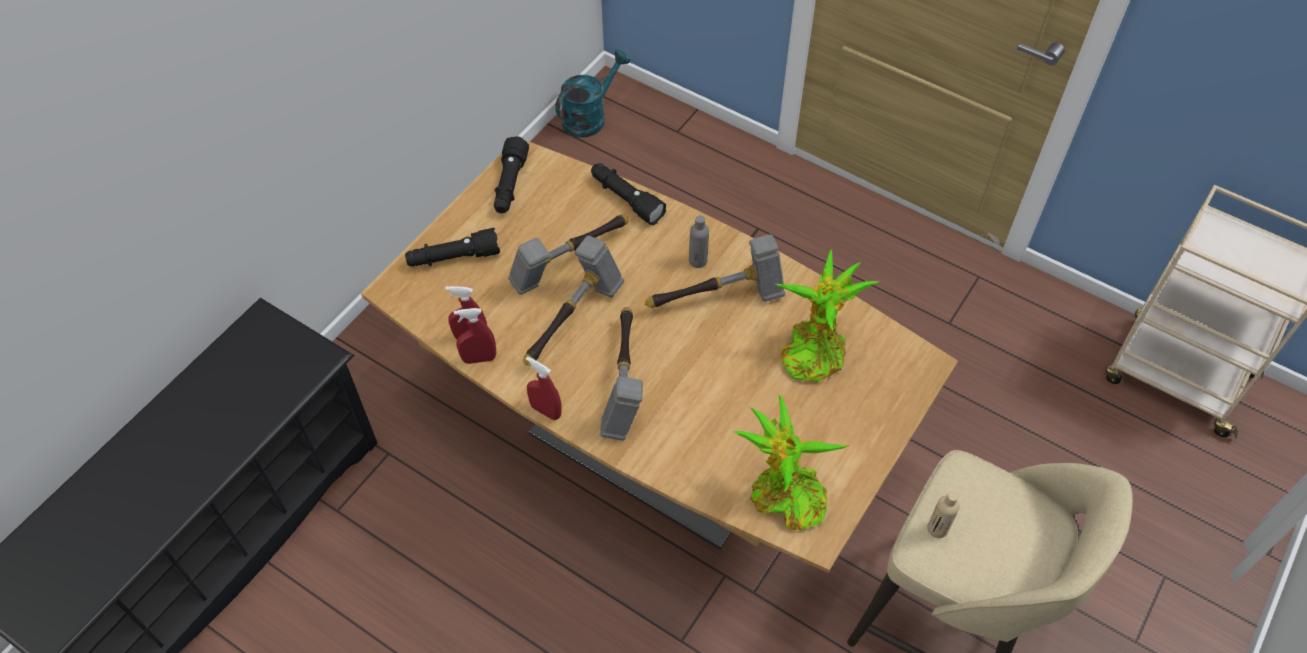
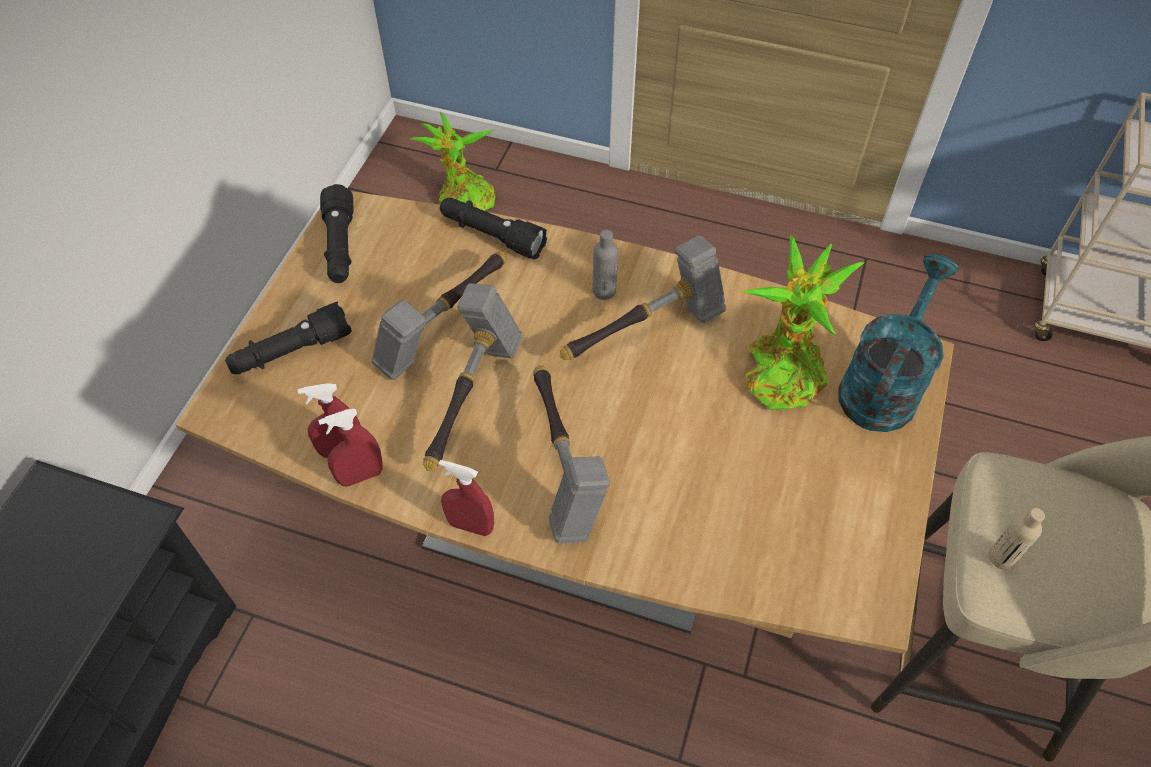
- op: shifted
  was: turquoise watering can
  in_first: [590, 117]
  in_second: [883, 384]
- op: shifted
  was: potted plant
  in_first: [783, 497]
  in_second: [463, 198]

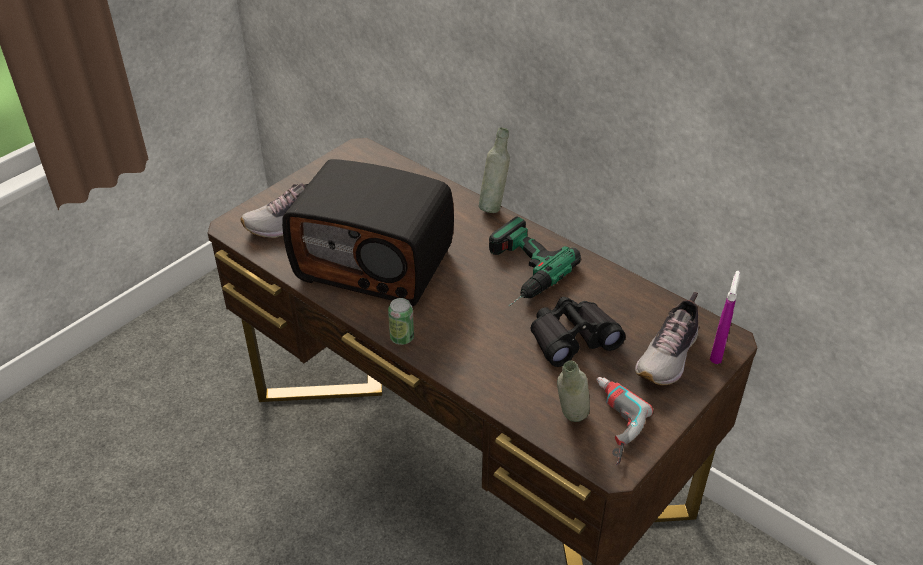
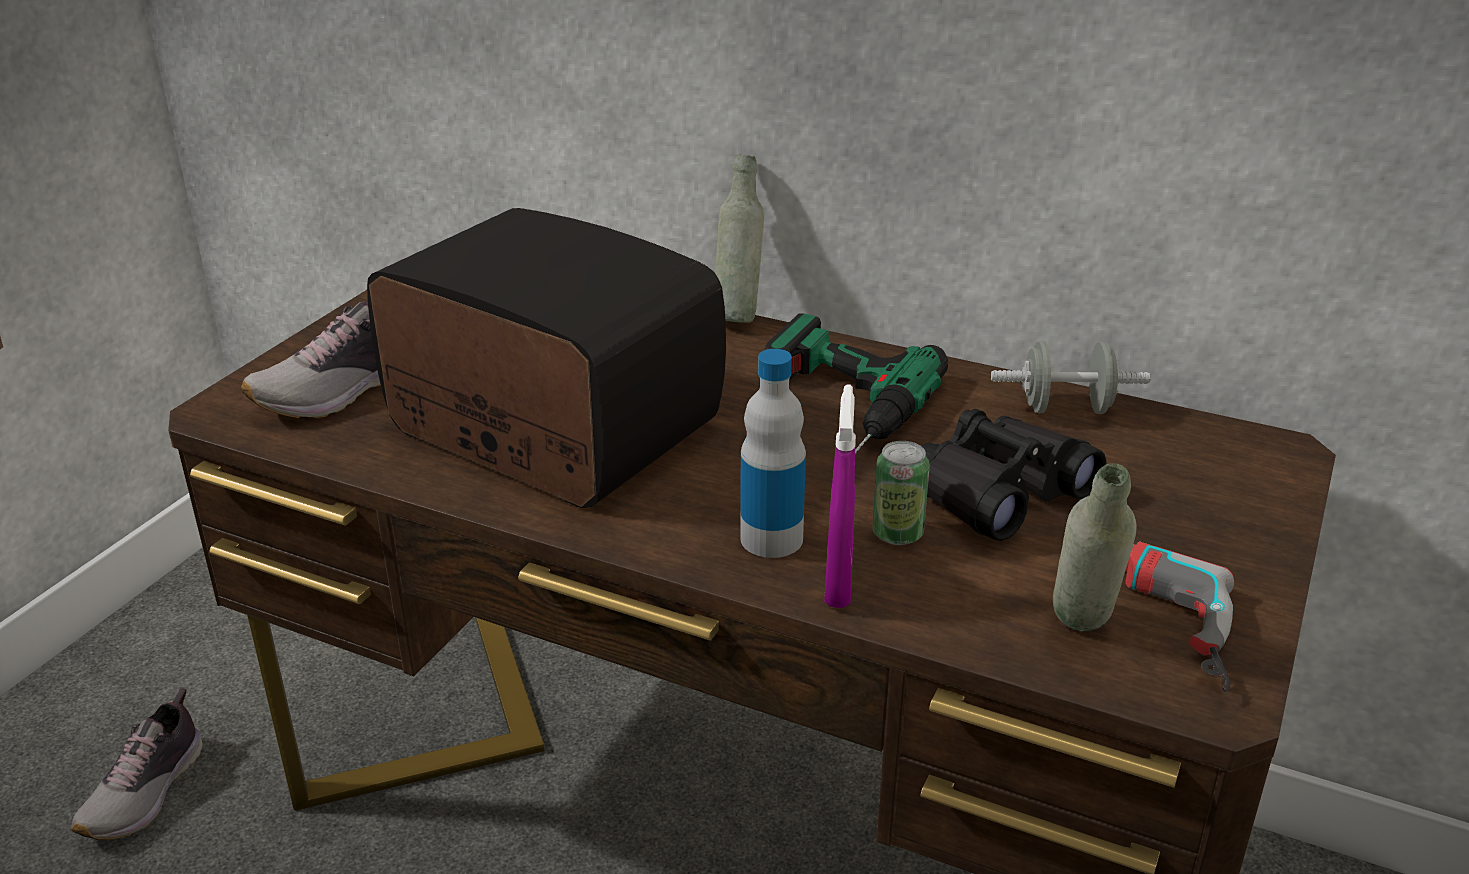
- op: rotated
  was: radio
  in_first: [375, 263]
  in_second: [548, 429]
  clockwise: -150
- op: shifted
  was: can
  in_first: [402, 338]
  in_second: [897, 533]
- op: shifted
  was: shoe
  in_first: [669, 356]
  in_second: [147, 792]
- op: shifted
  was: purple spray bottle
  in_first: [717, 352]
  in_second: [838, 586]
- op: new
  now: bottle
  in_second: [771, 539]
- op: new
  now: grey dumbbell
  in_second: [1065, 408]

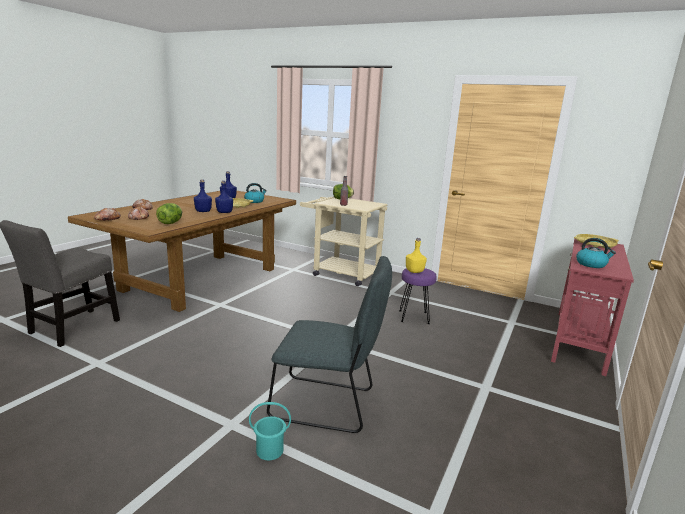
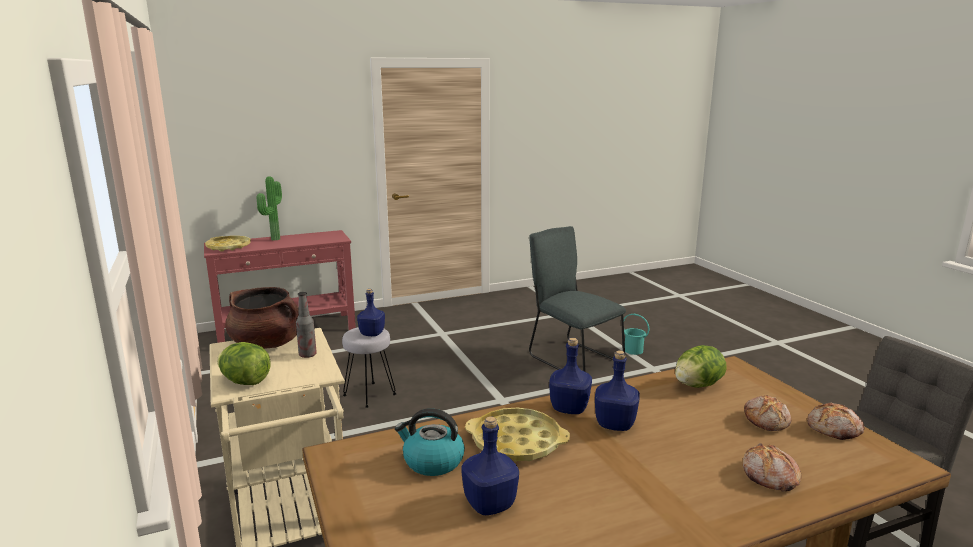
- op: repainted
  was: purple stool
  now: grey stool
  in_first: [414, 317]
  in_second: [369, 394]
- op: repainted
  was: yellow bottle
  now: blue bottle
  in_first: [415, 271]
  in_second: [372, 333]
- op: gone
  was: kettle
  in_first: [591, 264]
- op: new
  now: brown cooking pot
  in_second: [267, 344]
- op: new
  now: potted plant
  in_second: [274, 239]

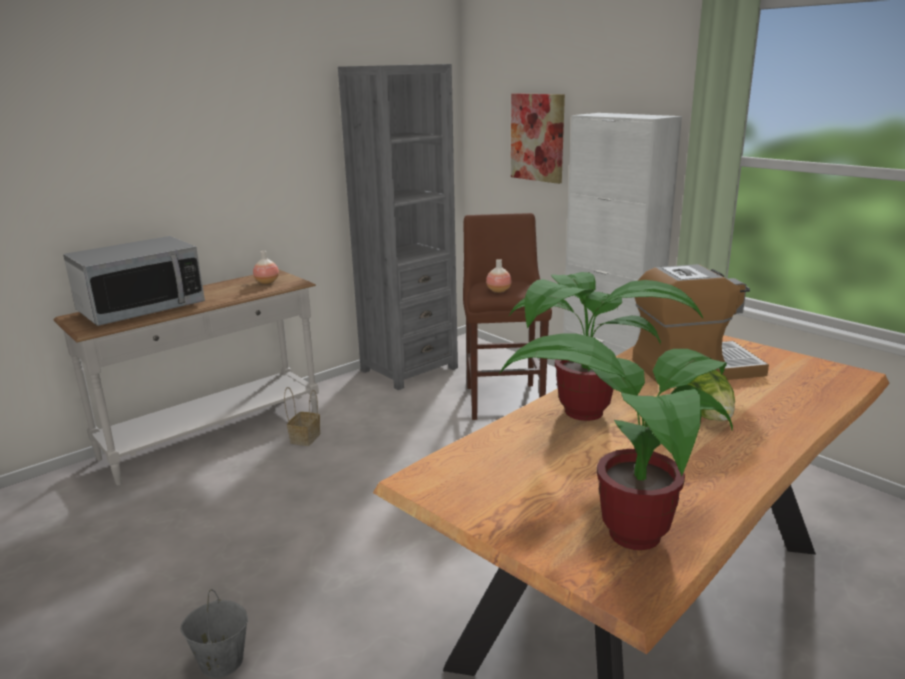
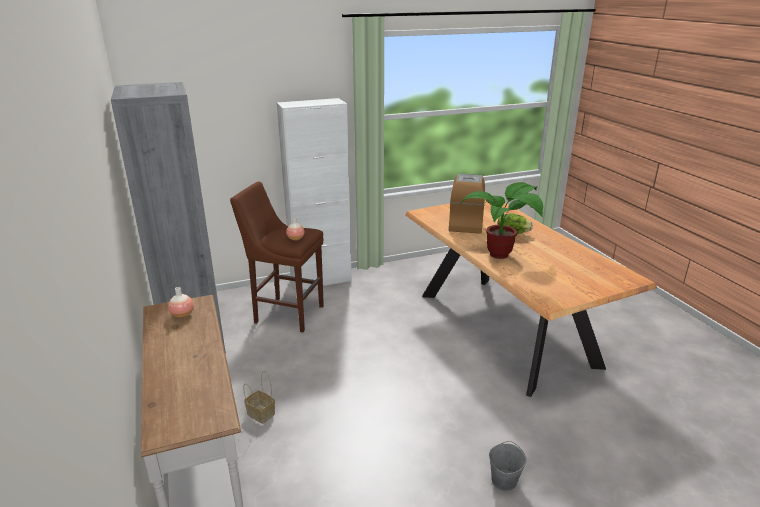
- op: gone
  was: microwave
  in_first: [142, 309]
- op: gone
  was: potted plant
  in_first: [623, 534]
- op: gone
  was: picture
  in_first: [537, 137]

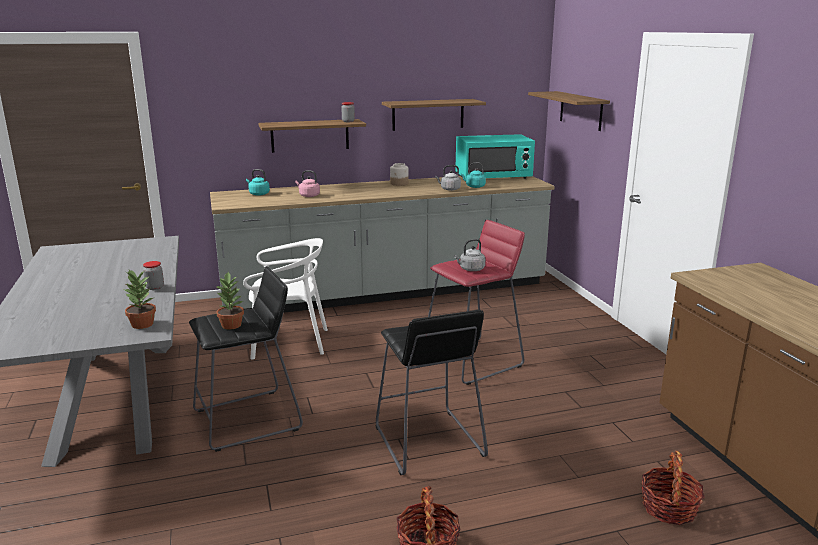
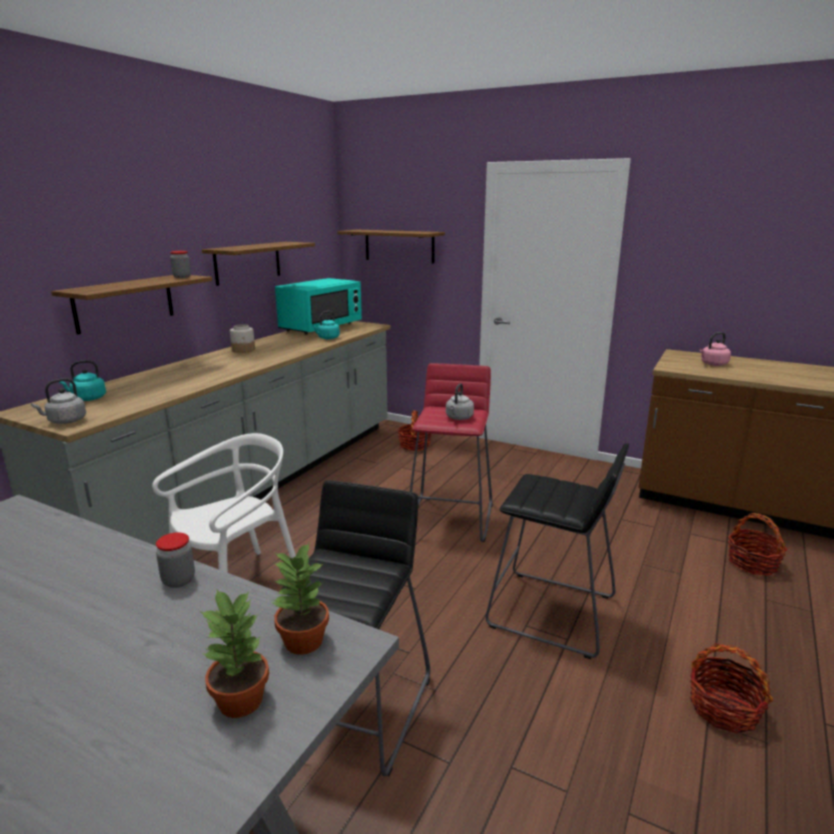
- op: shifted
  was: potted plant
  in_first: [232, 325]
  in_second: [241, 699]
- op: shifted
  was: pink kettle
  in_first: [308, 195]
  in_second: [713, 364]
- op: shifted
  was: grey kettle
  in_first: [449, 189]
  in_second: [65, 421]
- op: new
  now: basket
  in_second: [414, 445]

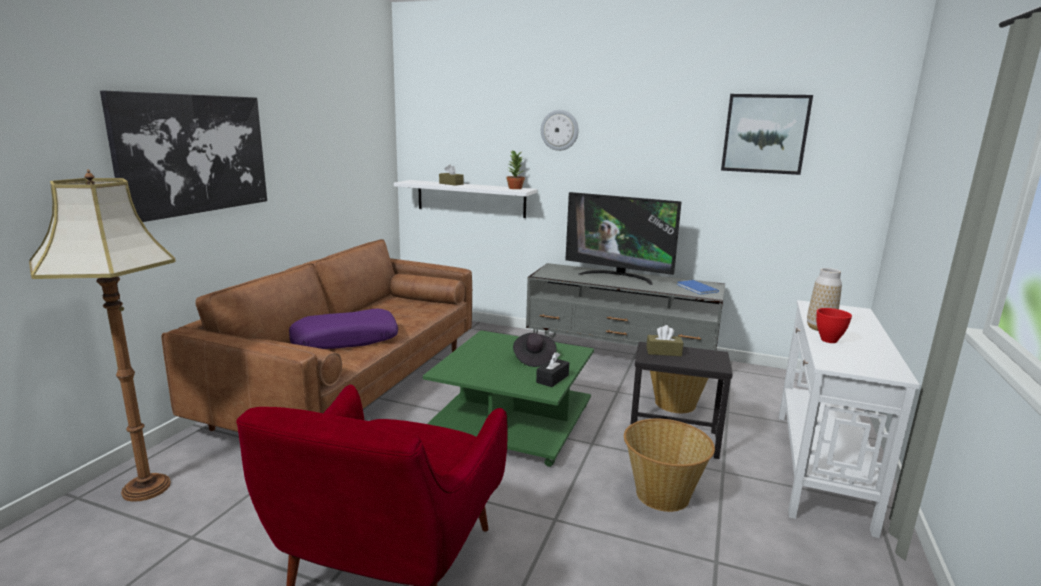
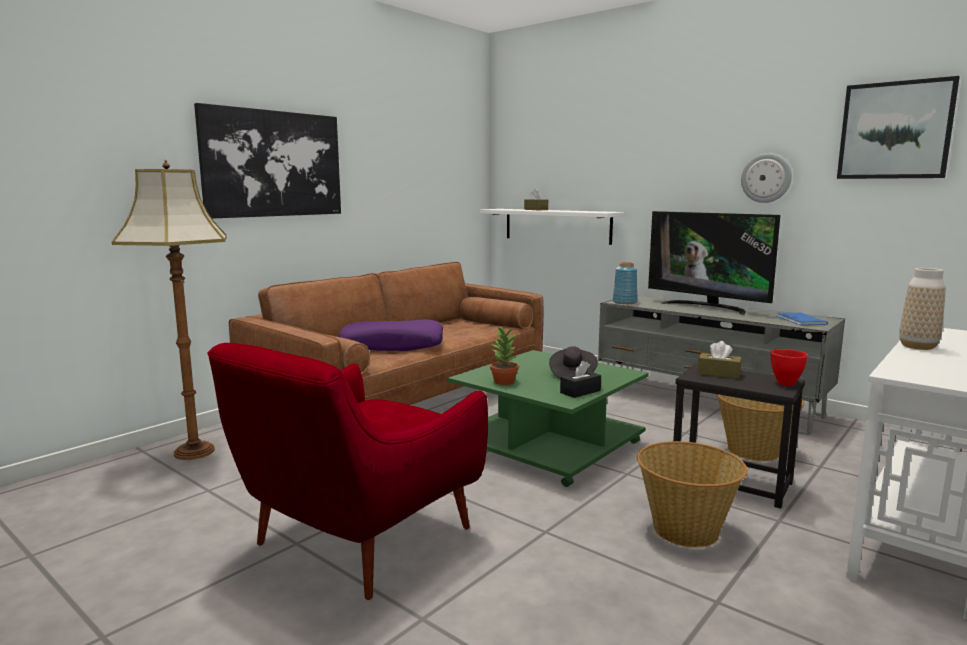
- op: shifted
  was: potted plant
  in_first: [514, 188]
  in_second: [503, 381]
- op: shifted
  was: wall clock
  in_first: [559, 130]
  in_second: [766, 178]
- op: shifted
  was: red bowl
  in_first: [828, 340]
  in_second: [785, 383]
- op: new
  now: blue vase
  in_second: [624, 302]

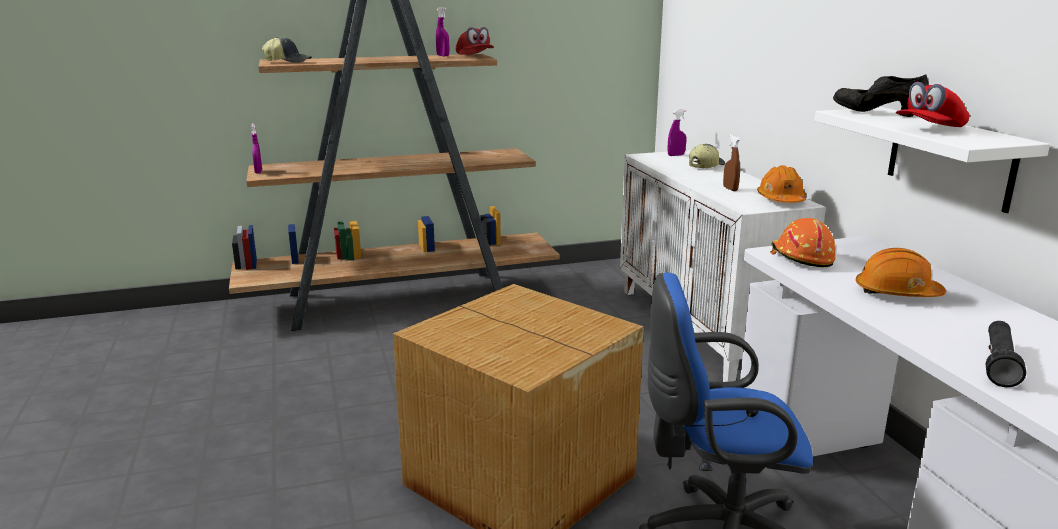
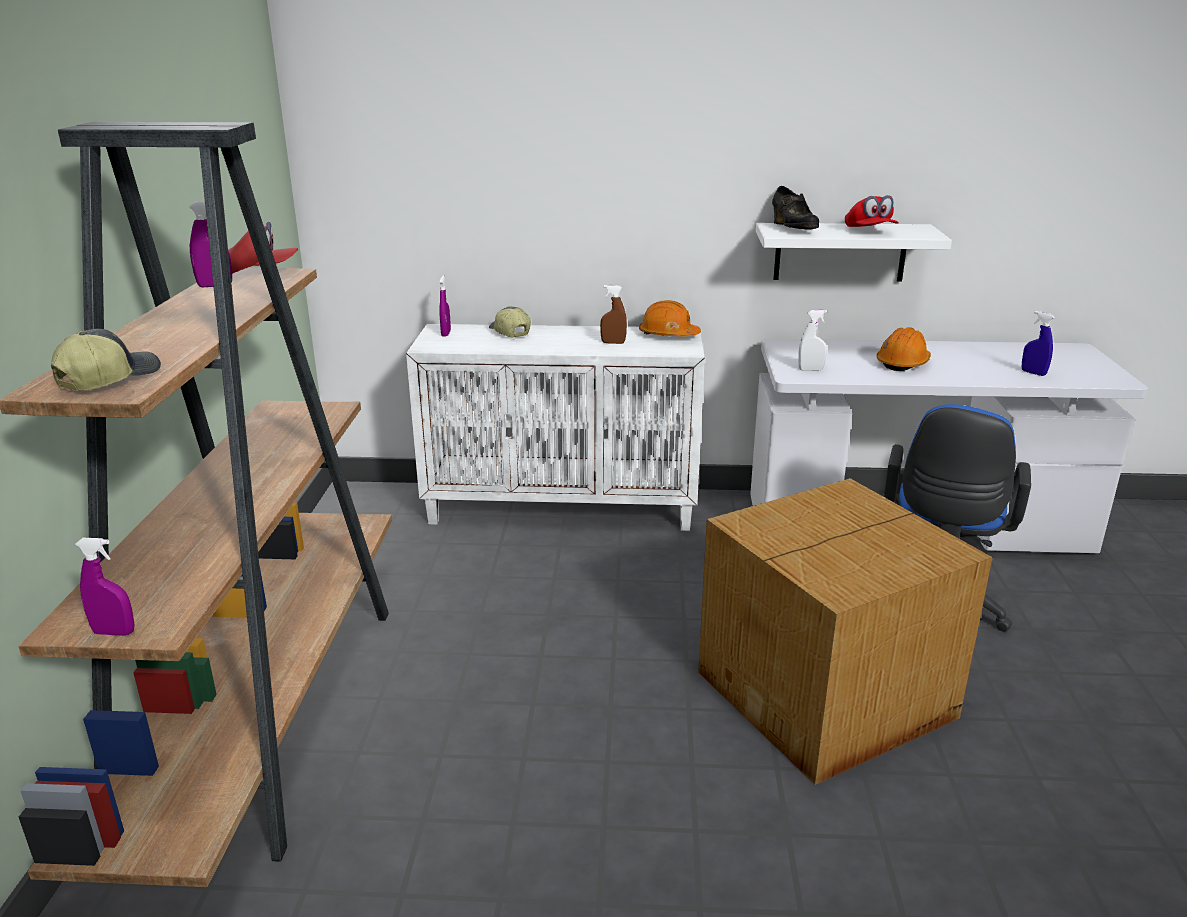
- op: swapped
  was: orange hard hat
  now: white spray bottle
  in_first: [800, 257]
  in_second: [810, 369]
- op: rotated
  was: black shoe
  in_first: [876, 113]
  in_second: [793, 229]
  clockwise: -75
- op: swapped
  was: black flashlight
  now: blue spray bottle
  in_first: [999, 363]
  in_second: [1033, 373]

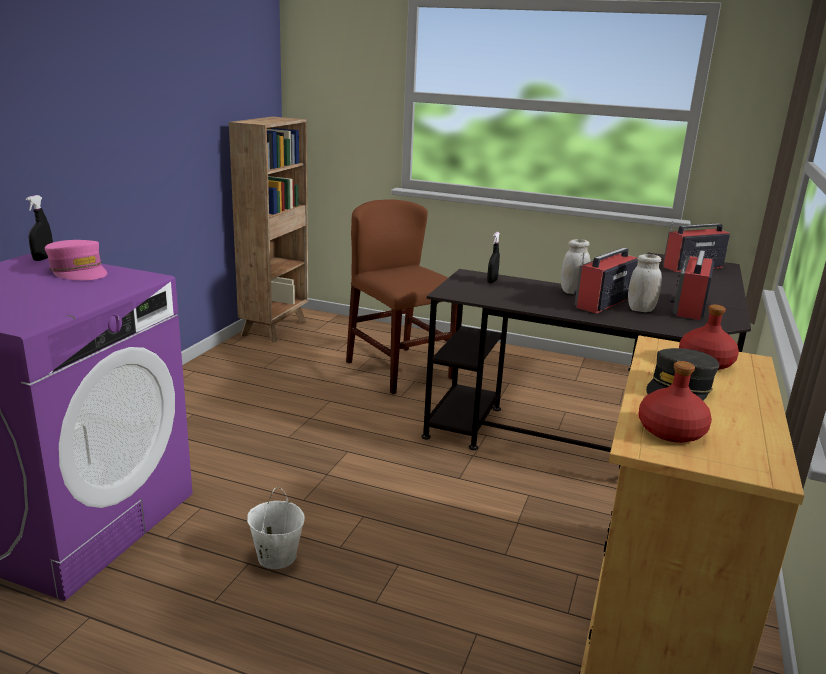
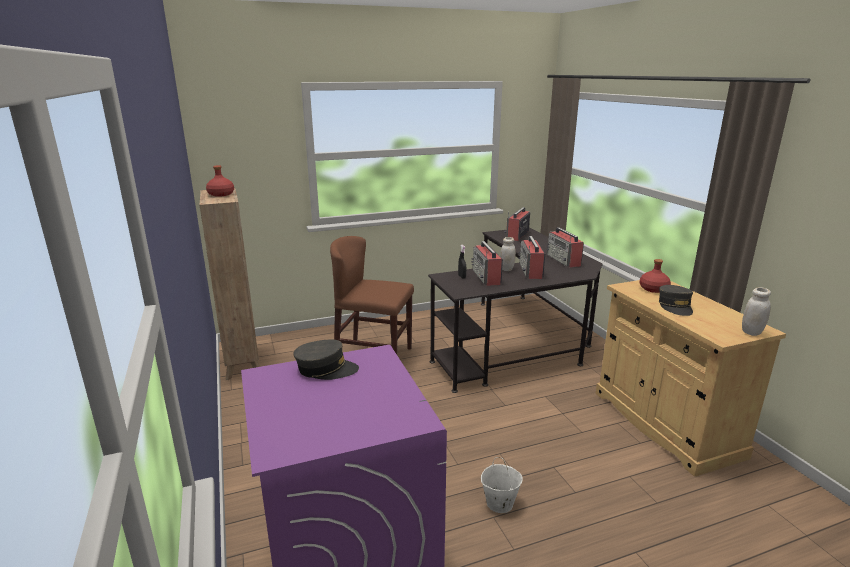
- op: gone
  was: black spray bottle
  in_first: [43, 258]
- op: repainted
  was: pink cap
  now: grey cap
  in_first: [78, 271]
  in_second: [326, 369]
- op: shifted
  was: white jar
  in_first: [641, 309]
  in_second: [752, 332]
- op: shifted
  was: red bottle
  in_first: [670, 431]
  in_second: [220, 194]
- op: new
  now: radio
  in_second: [486, 277]

